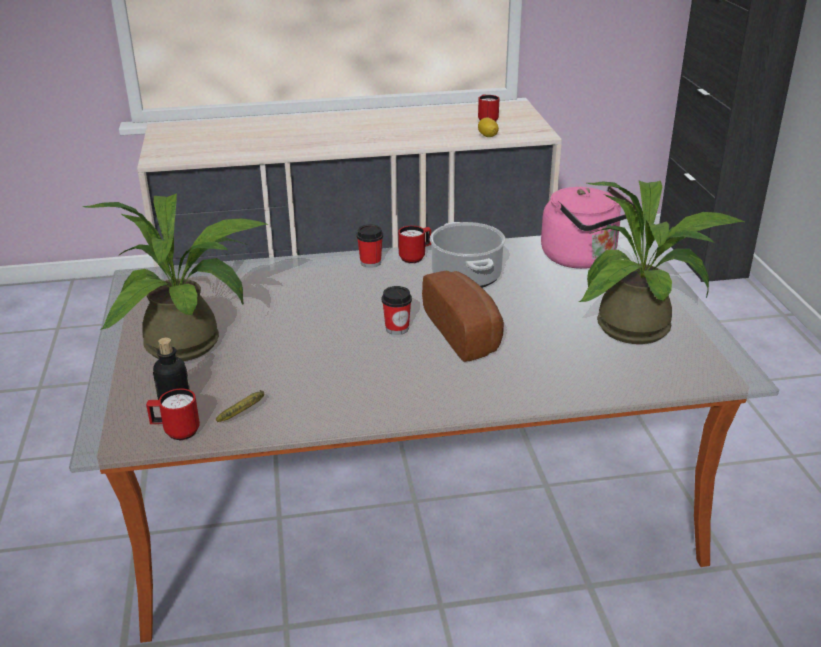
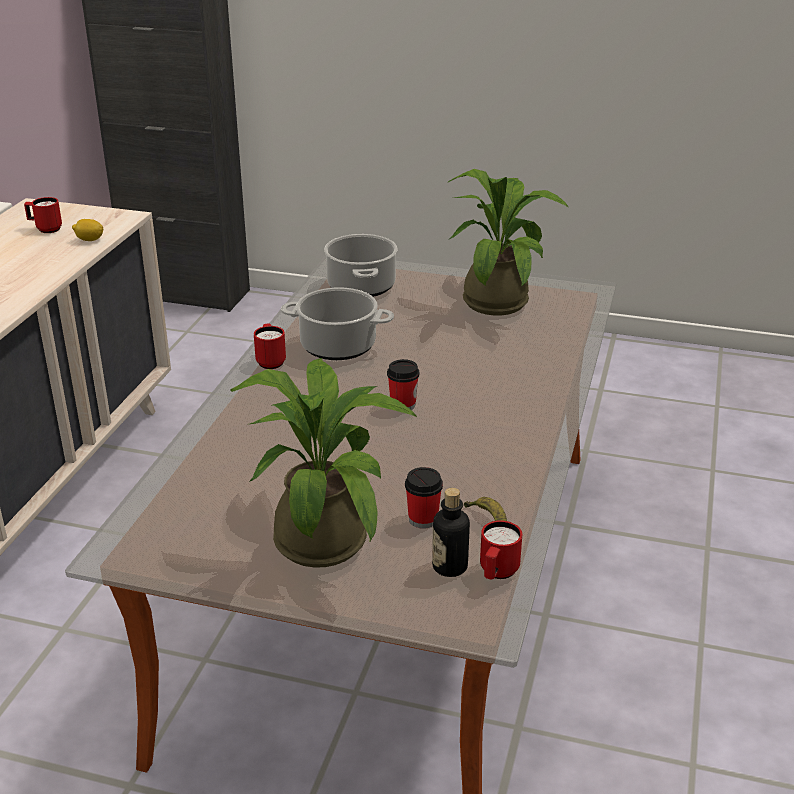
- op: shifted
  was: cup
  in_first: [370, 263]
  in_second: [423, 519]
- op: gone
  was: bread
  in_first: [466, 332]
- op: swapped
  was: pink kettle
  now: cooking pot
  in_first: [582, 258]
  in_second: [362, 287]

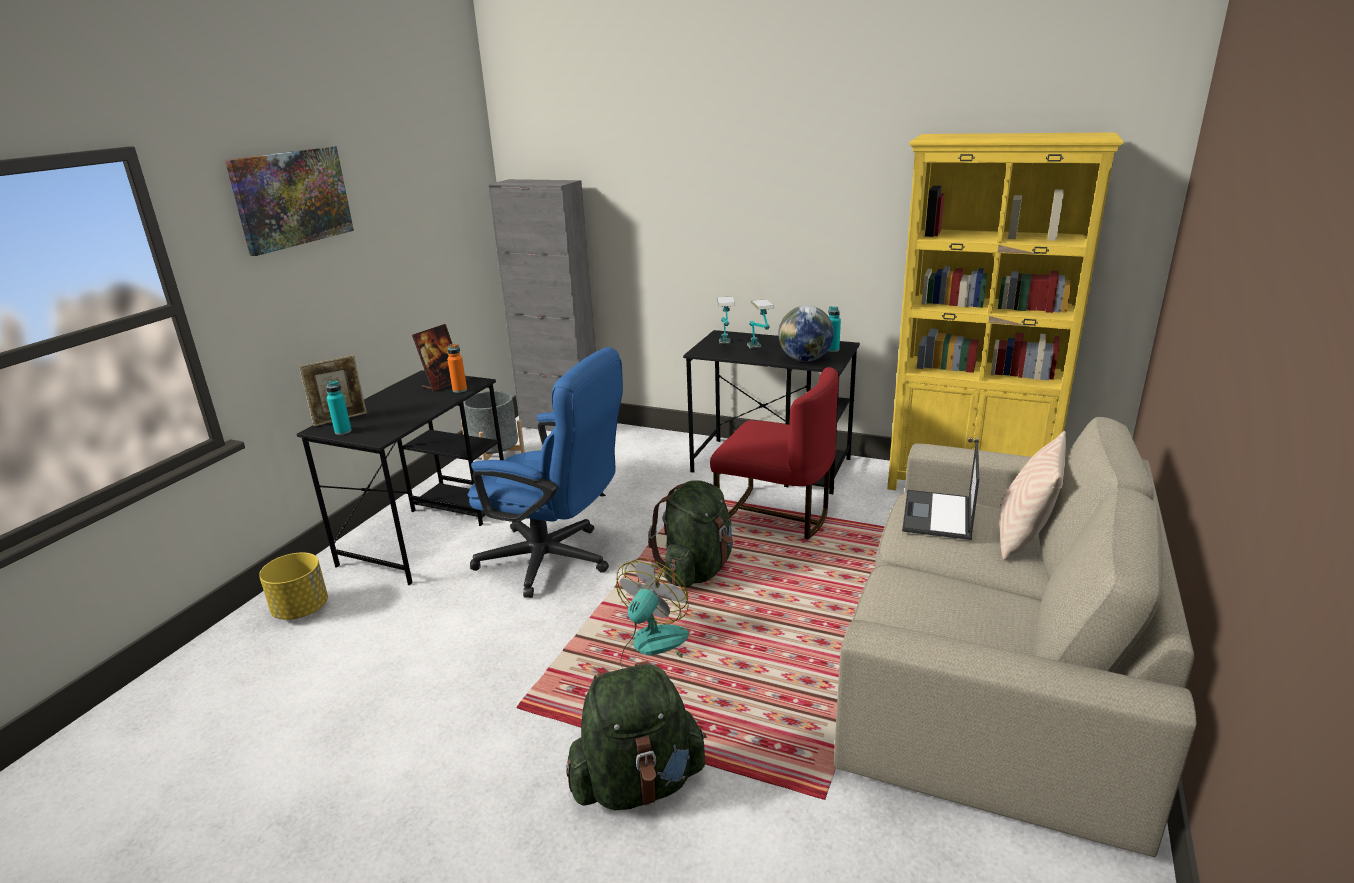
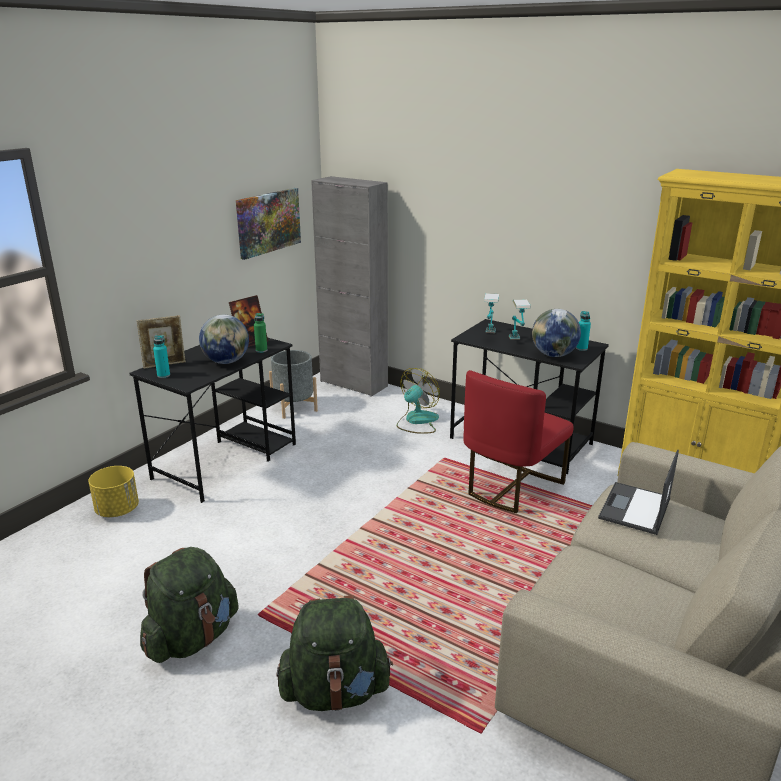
- op: shifted
  was: picture
  in_first: [292, 198]
  in_second: [268, 222]
- op: repainted
  was: orange bottle
  now: green bottle
  in_first: [460, 390]
  in_second: [261, 350]
- op: gone
  was: blue office chair
  in_first: [556, 561]
- op: shifted
  was: fan
  in_first: [653, 649]
  in_second: [417, 421]
- op: shifted
  was: green backpack
  in_first: [697, 570]
  in_second: [192, 638]
- op: rotated
  was: red chair
  in_first: [775, 516]
  in_second: [510, 487]
  clockwise: 90
- op: gone
  was: beige pillow
  in_first: [1023, 537]
- op: new
  now: globe
  in_second: [226, 362]

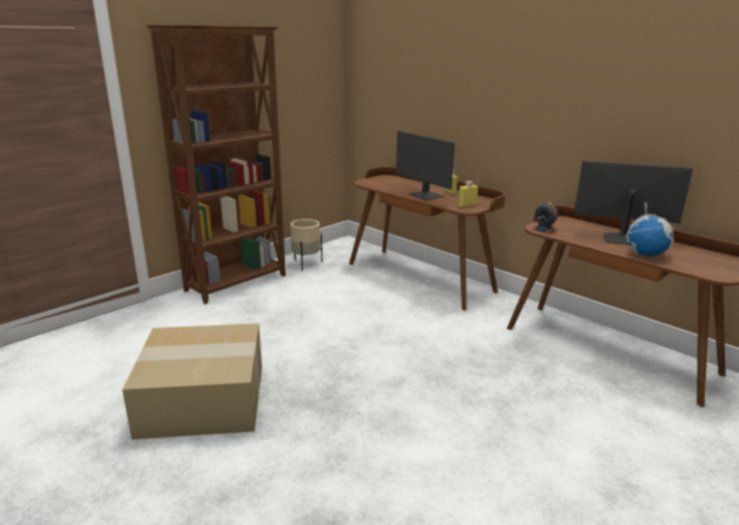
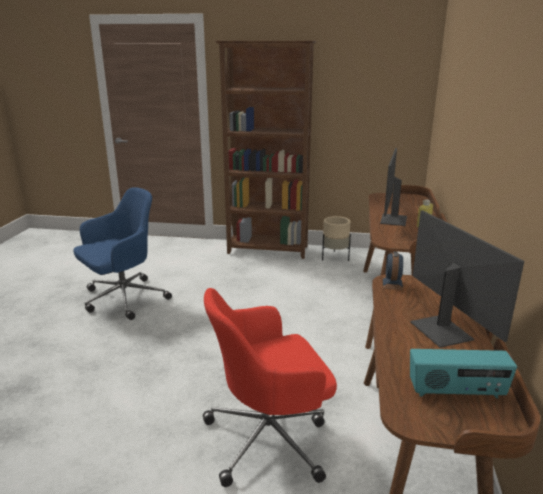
- op: swapped
  was: cardboard box
  now: blue office chair
  in_first: [205, 398]
  in_second: [123, 299]
- op: gone
  was: yellow bottle
  in_first: [467, 205]
- op: gone
  was: globe
  in_first: [645, 254]
- op: new
  now: red office chair
  in_second: [270, 438]
- op: new
  now: radio
  in_second: [456, 392]

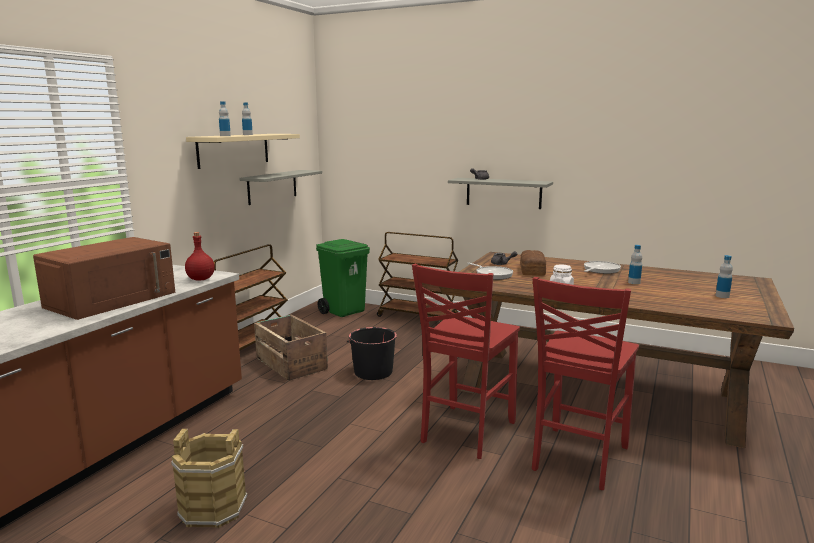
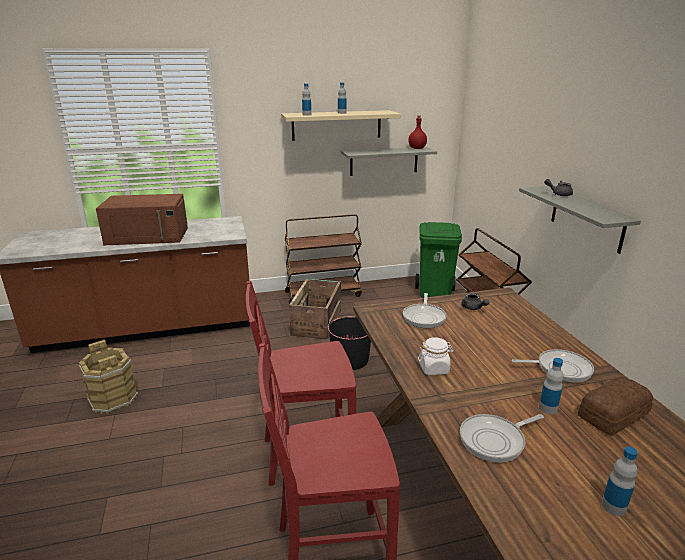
- op: shifted
  was: red bottle
  in_first: [200, 279]
  in_second: [417, 148]
- op: shifted
  was: bread
  in_first: [531, 270]
  in_second: [611, 414]
- op: new
  now: frying pan
  in_second: [495, 440]

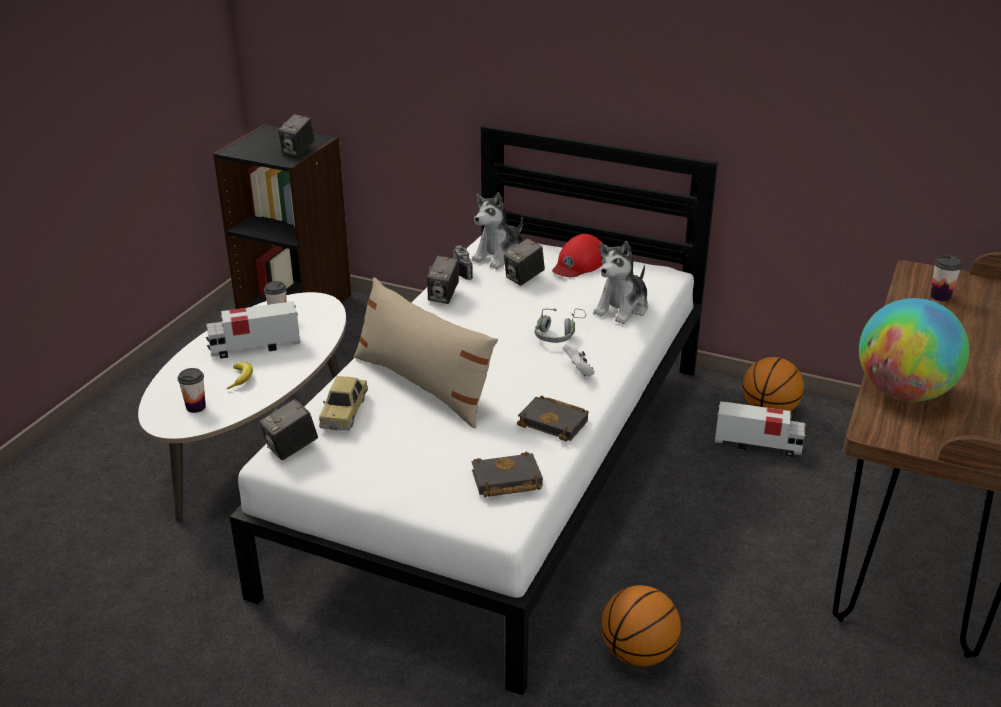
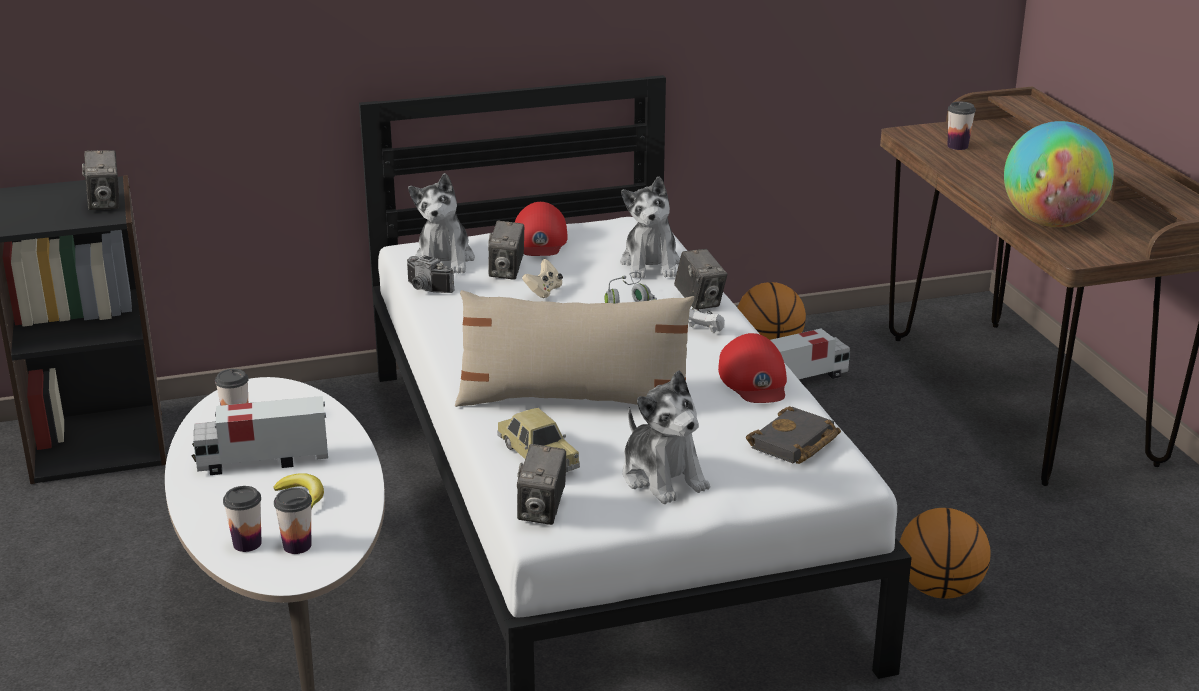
- op: rotated
  was: toy truck
  in_first: [254, 347]
  in_second: [262, 461]
  clockwise: 45
- op: shifted
  was: photo camera
  in_first: [443, 296]
  in_second: [699, 301]
- op: swapped
  was: black book
  now: red cap
  in_first: [555, 422]
  in_second: [754, 380]
- op: new
  now: cup
  in_second: [247, 544]
- op: new
  now: beige game controller
  in_second: [544, 291]
- op: new
  now: plush toy
  in_second: [663, 477]

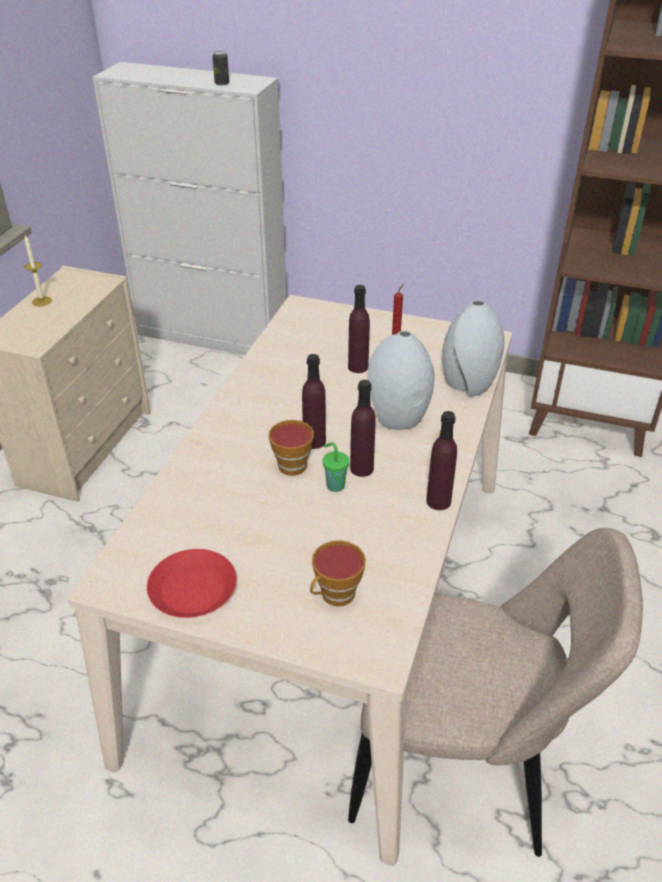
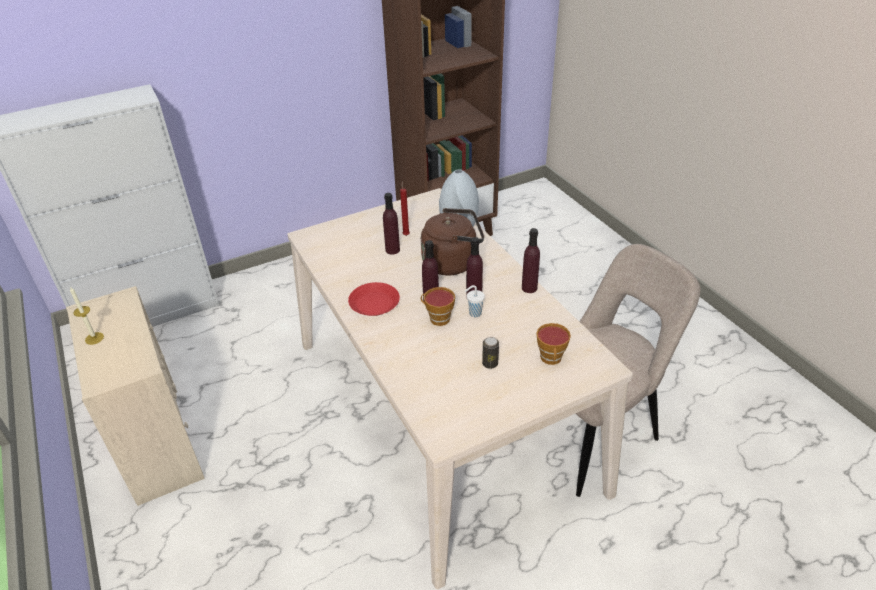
- op: shifted
  was: red plate
  in_first: [192, 590]
  in_second: [374, 304]
- op: shifted
  was: can
  in_first: [222, 83]
  in_second: [490, 363]
- op: repainted
  was: green cup
  now: white cup
  in_first: [334, 485]
  in_second: [474, 313]
- op: swapped
  was: grey vase
  now: brown kettle
  in_first: [398, 417]
  in_second: [453, 262]

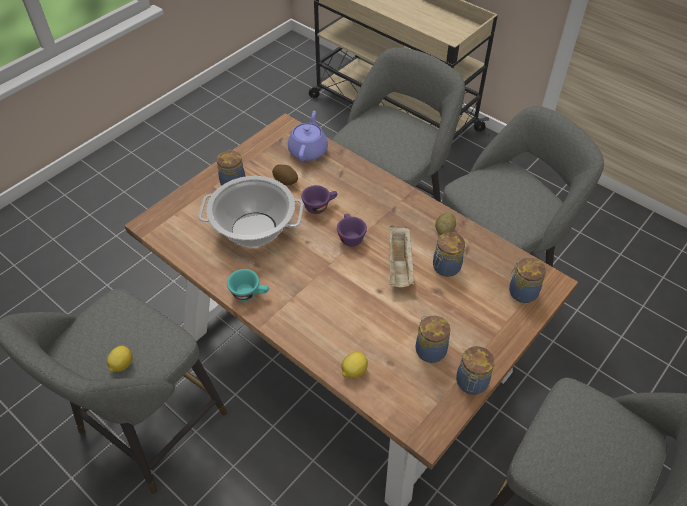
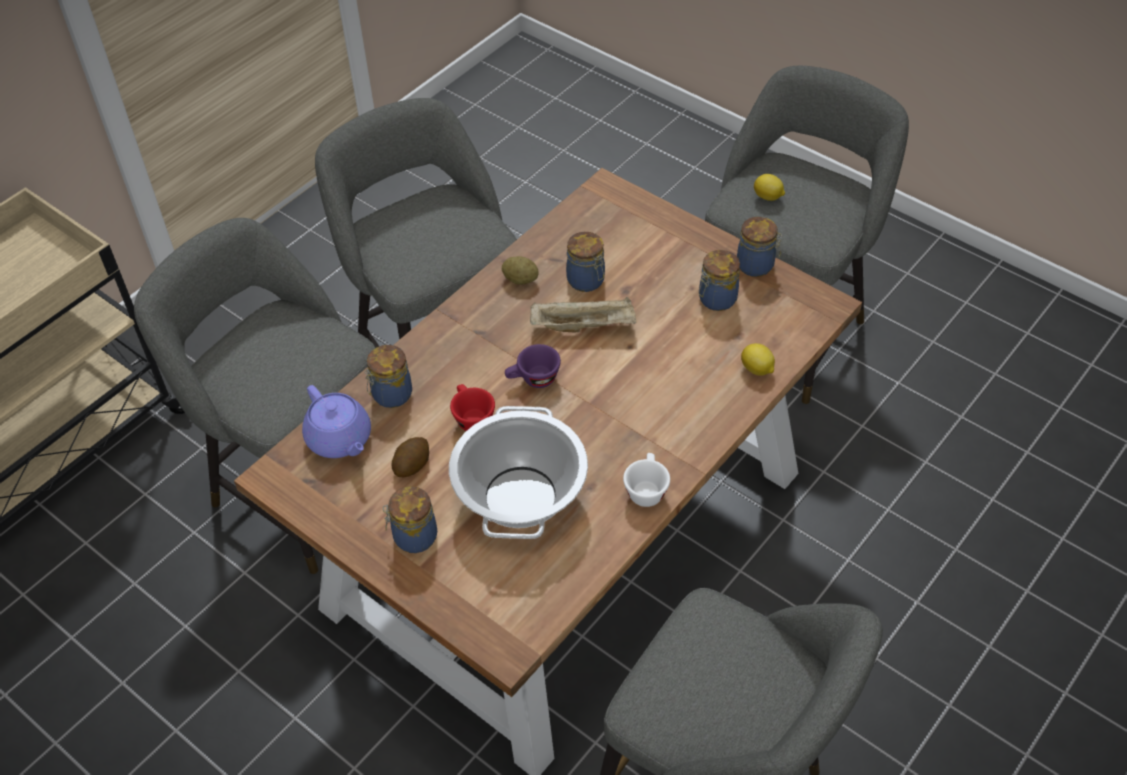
- op: shifted
  was: lemon
  in_first: [121, 365]
  in_second: [768, 197]
- op: repainted
  was: turquoise cup
  now: white cup
  in_first: [250, 293]
  in_second: [646, 489]
- op: rotated
  was: purple teapot
  in_first: [308, 150]
  in_second: [340, 439]
  clockwise: -135
- op: repainted
  was: purple cup
  now: red cup
  in_first: [320, 206]
  in_second: [471, 417]
- op: shifted
  was: jar
  in_first: [521, 291]
  in_second: [390, 395]

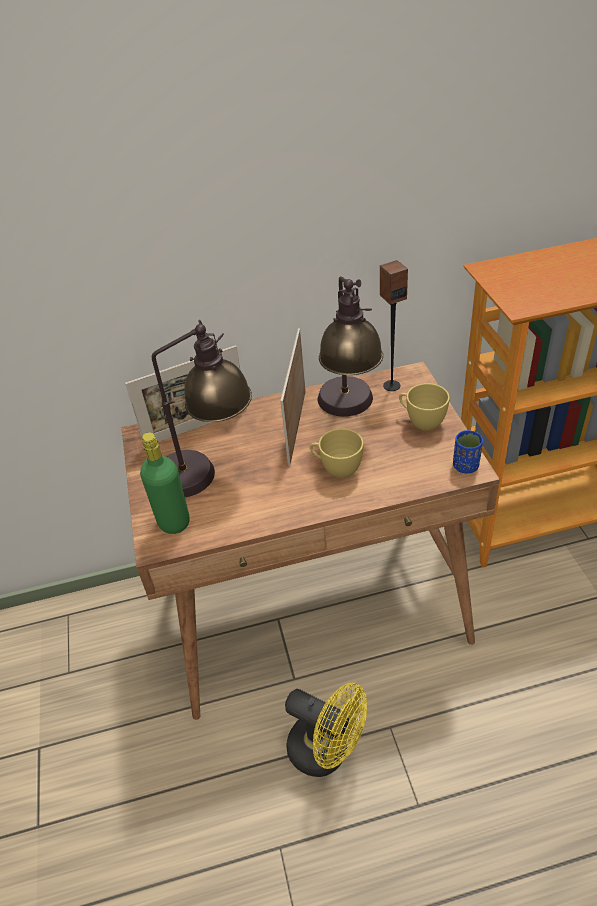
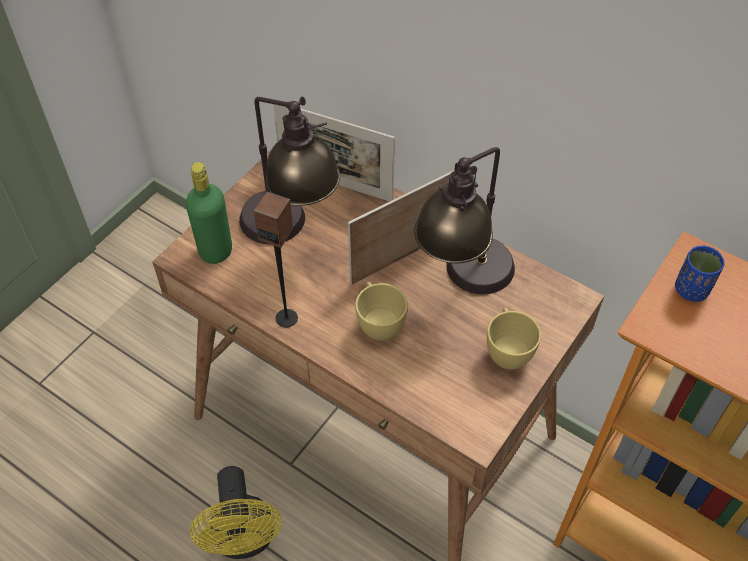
- op: shifted
  was: speaker
  in_first: [391, 385]
  in_second: [287, 317]
- op: shifted
  was: blue cup
  in_first: [465, 466]
  in_second: [691, 290]

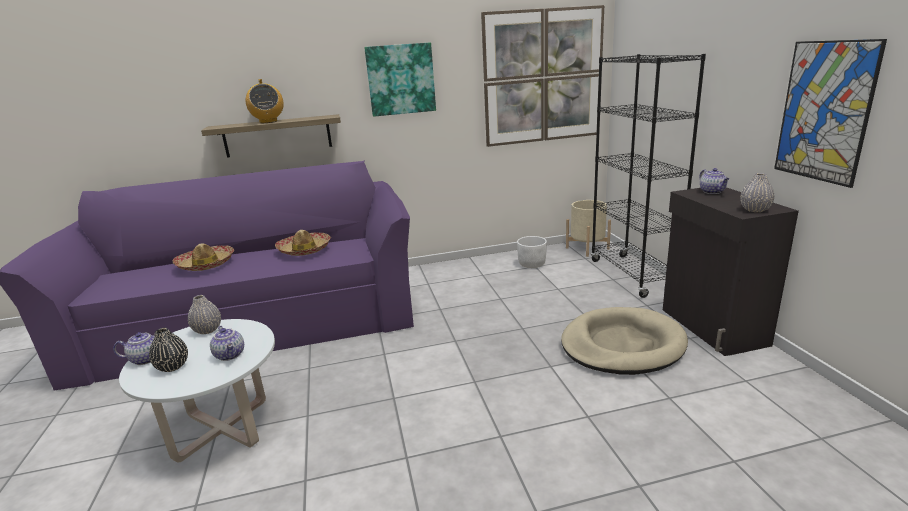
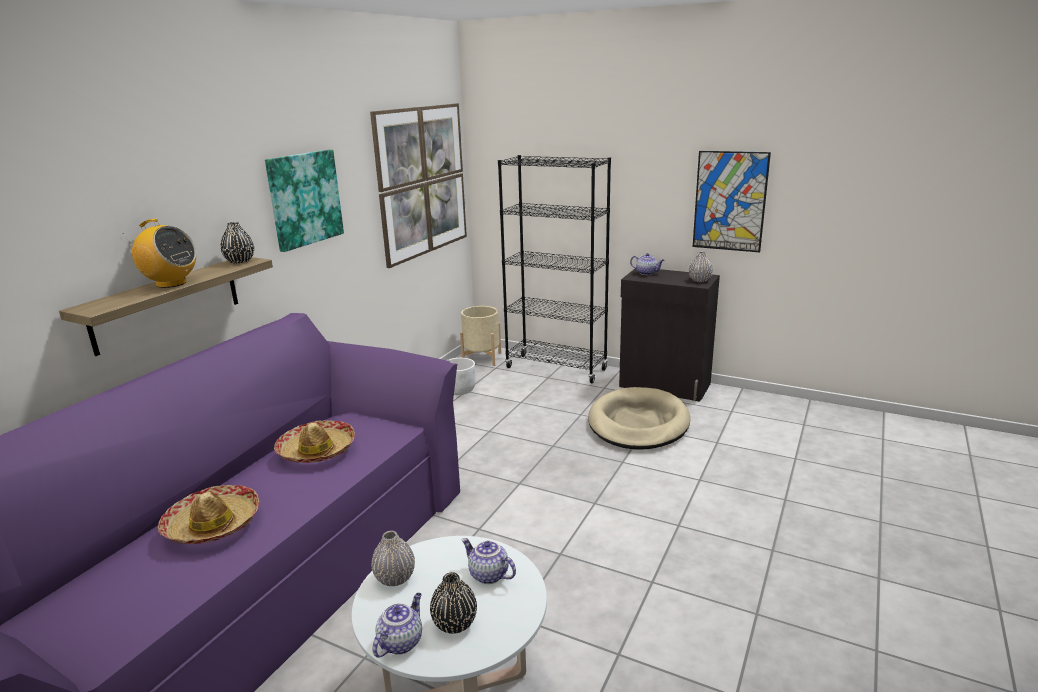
- op: rotated
  was: teapot
  in_first: [231, 355]
  in_second: [488, 575]
  clockwise: -150
- op: new
  now: black vase
  in_second: [240, 261]

